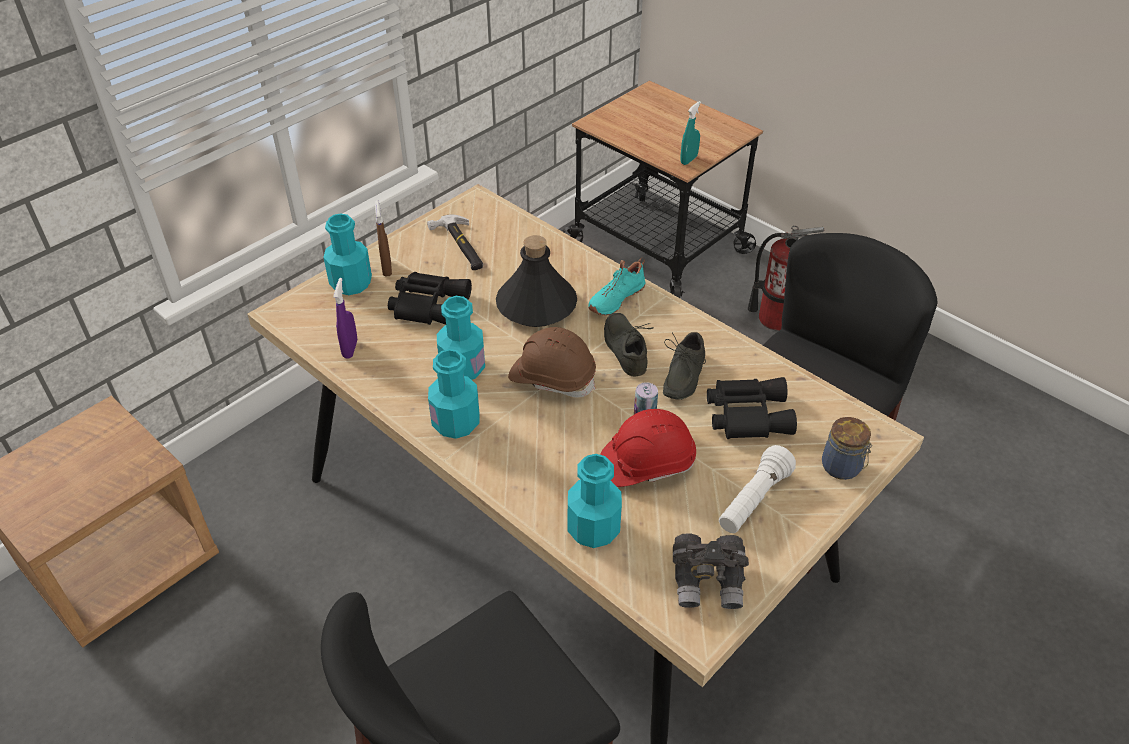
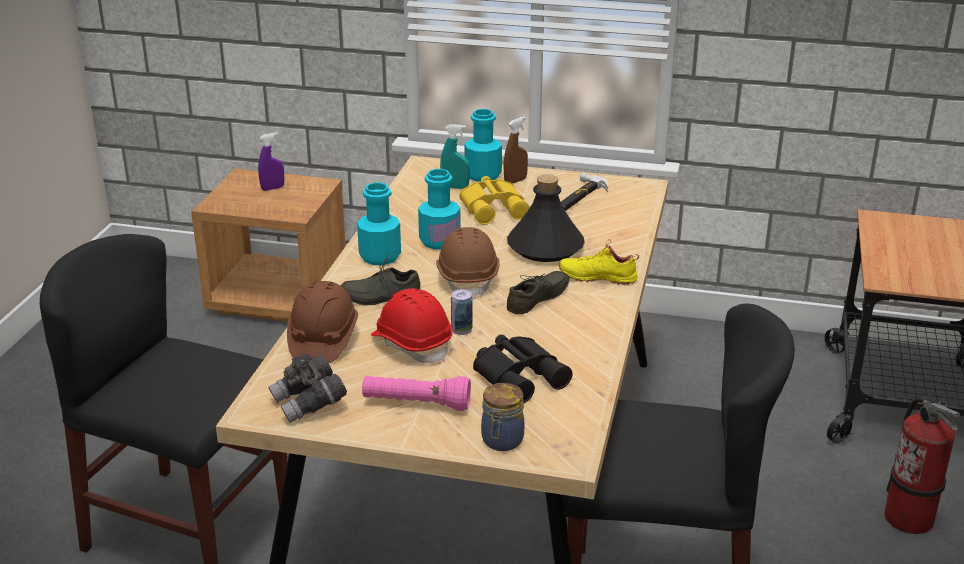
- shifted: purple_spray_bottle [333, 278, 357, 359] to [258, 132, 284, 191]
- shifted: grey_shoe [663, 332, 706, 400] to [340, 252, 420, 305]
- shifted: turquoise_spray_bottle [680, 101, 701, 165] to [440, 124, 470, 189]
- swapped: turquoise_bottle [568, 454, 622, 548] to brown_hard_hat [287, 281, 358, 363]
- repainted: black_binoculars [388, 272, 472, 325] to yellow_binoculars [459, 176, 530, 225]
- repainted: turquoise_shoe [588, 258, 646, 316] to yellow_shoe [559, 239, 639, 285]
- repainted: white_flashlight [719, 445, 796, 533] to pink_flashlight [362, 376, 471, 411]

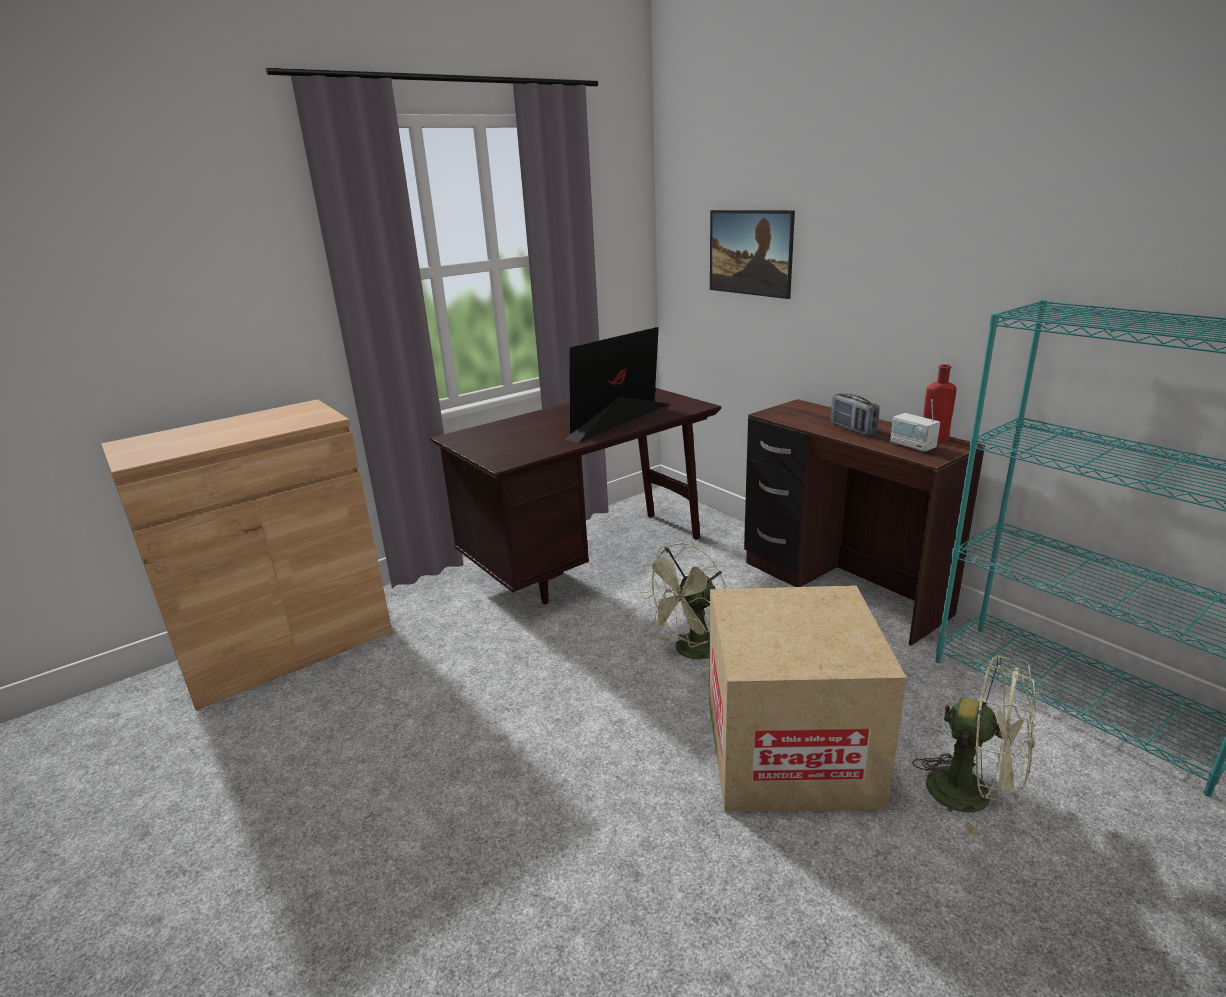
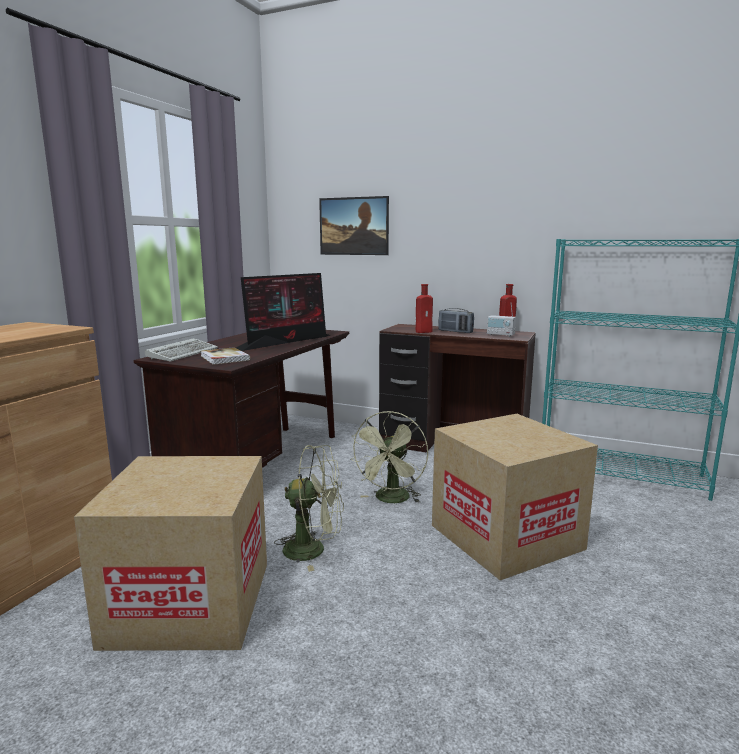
- new: cardboard_box [74, 456, 267, 651]
- new: keyboard [145, 338, 218, 362]
- new: book [201, 347, 250, 365]
- new: red_bottle [416, 284, 433, 333]
- shifted: green_fan [912, 655, 1036, 836] to [274, 445, 344, 572]
- rotated: monitor [564, 327, 669, 443] = [236, 273, 330, 351] 150 degrees counterclockwise

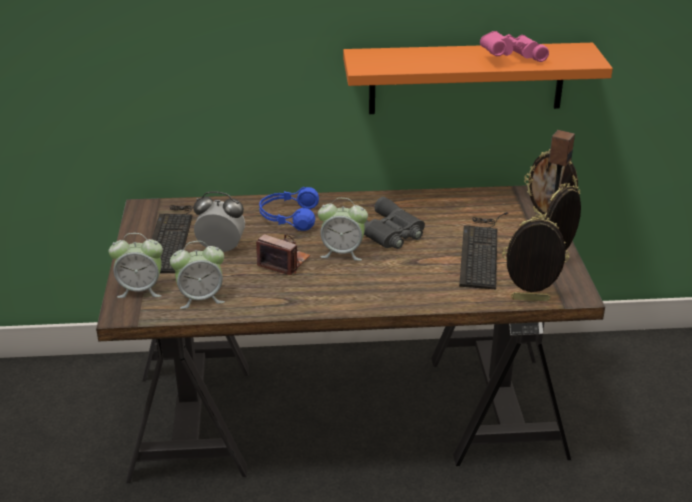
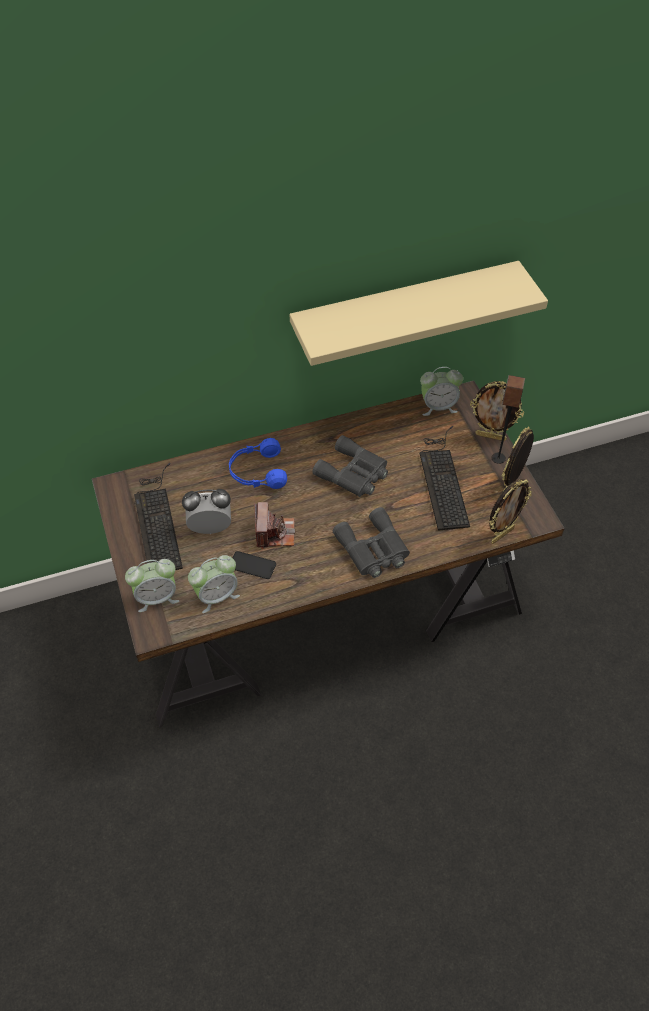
- gone: pink_binoculars [480, 31, 549, 62]
- new: phone [233, 551, 276, 579]
- new: grey_binoculars [333, 507, 410, 578]
- shifted: alarm_clock [318, 198, 368, 261] to [420, 367, 463, 416]
- repainted: orange_shelf [343, 43, 613, 114] to beige_shelf [290, 261, 548, 366]
- rotated: photo_camera [256, 234, 310, 275] = [254, 502, 295, 549] 75 degrees clockwise
- rotated: picture_frame [502, 215, 569, 302] = [489, 479, 532, 544] 150 degrees clockwise

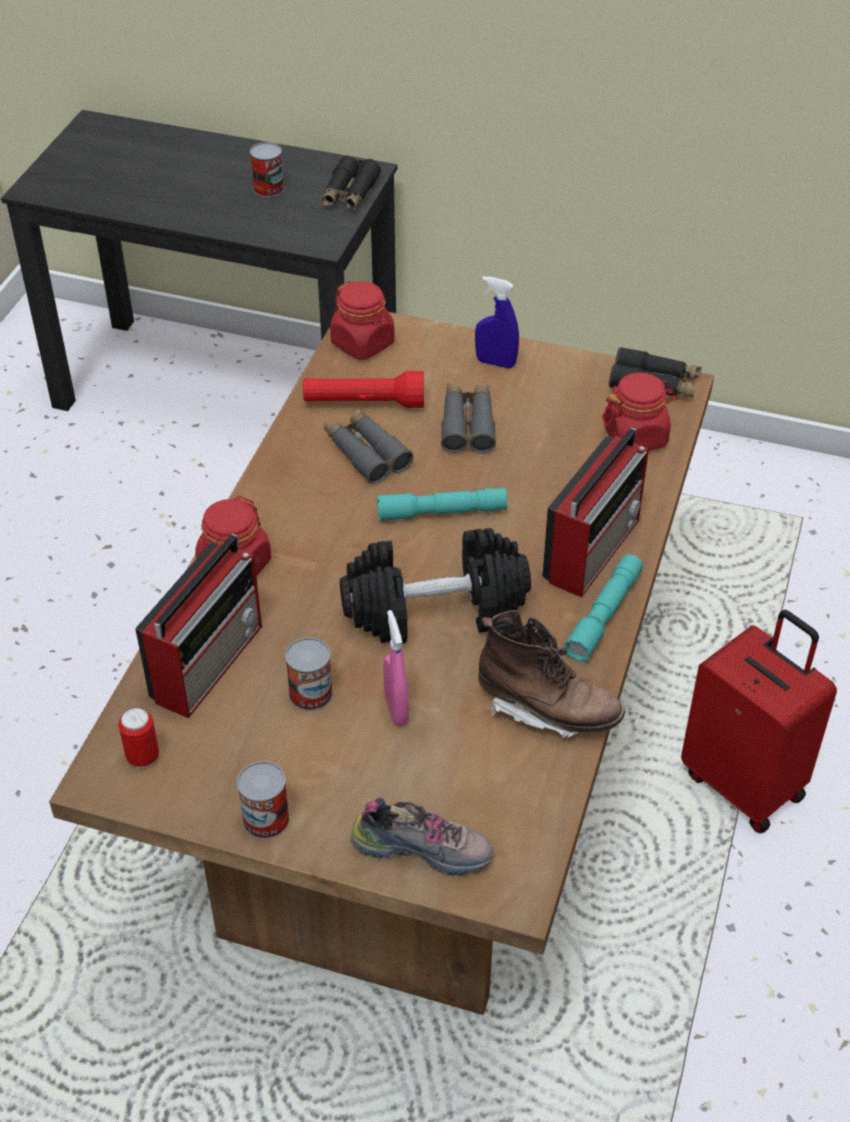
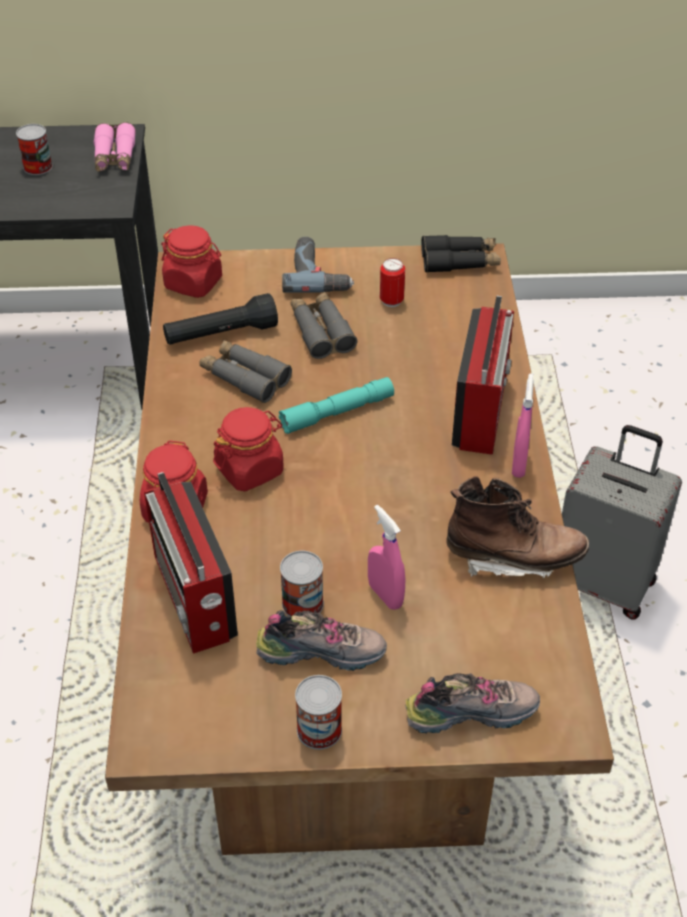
- gone: black_dumbbell [340, 528, 531, 643]
- new: shoe [256, 610, 387, 671]
- shifted: can [118, 707, 159, 768] to [380, 258, 405, 307]
- shifted: red_jar [602, 372, 677, 451] to [213, 407, 284, 492]
- swapped: blue_spray_bottle [475, 276, 519, 368] to power_drill [282, 237, 354, 293]
- swapped: turquoise_flashlight [564, 554, 643, 662] to pink_spray_bottle [512, 373, 534, 478]
- repainted: red_flashlight [303, 371, 424, 408] to black_flashlight [163, 293, 278, 345]
- repainted: black_binoculars [321, 155, 381, 211] to pink_binoculars [94, 122, 136, 172]
- repainted: red_suitcase [681, 610, 837, 833] to grey_suitcase [562, 425, 682, 620]
- rotated: radio [135, 533, 262, 718] = [144, 472, 238, 654] 150 degrees clockwise

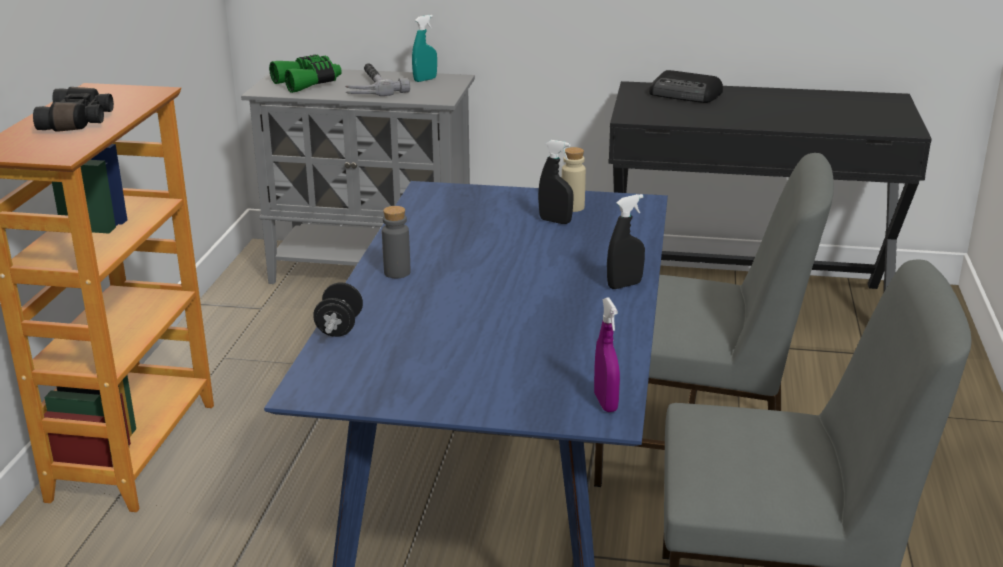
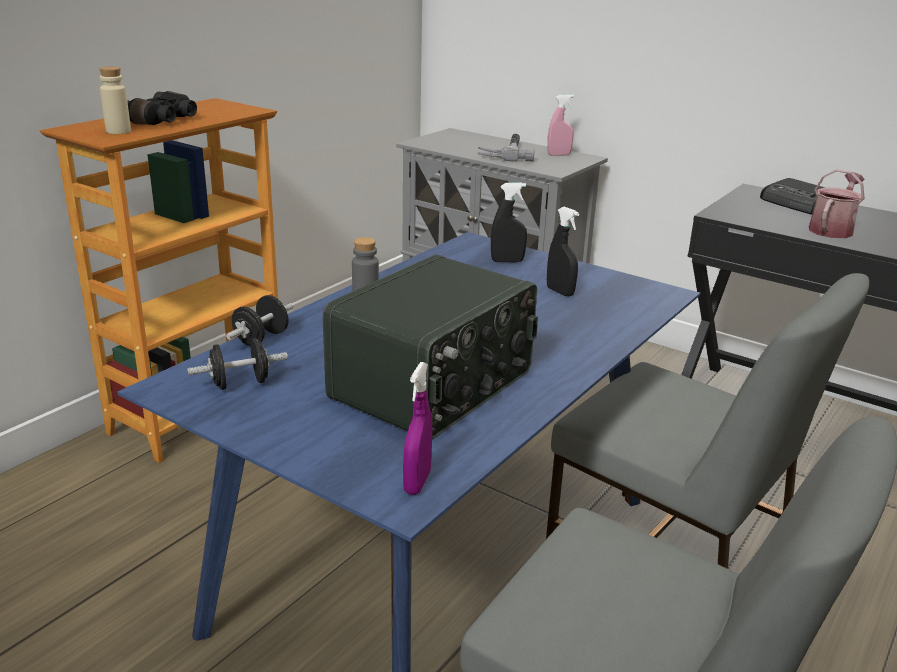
- gone: green_binoculars [269, 55, 342, 93]
- new: black_dumbbell [187, 338, 288, 390]
- new: radio [323, 254, 538, 439]
- new: watering_can [809, 169, 865, 238]
- shifted: beige_bottle [562, 147, 586, 212] to [99, 67, 131, 134]
- shifted: black_spray_bottle [607, 194, 645, 289] to [491, 183, 527, 263]
- repainted: turquoise_spray_bottle [412, 15, 437, 82] to pink_spray_bottle [547, 94, 574, 156]

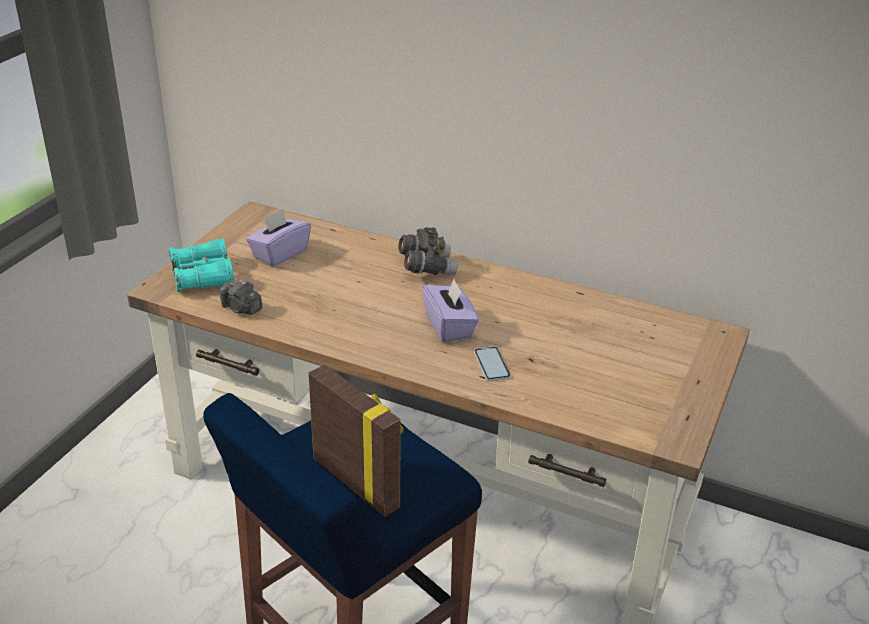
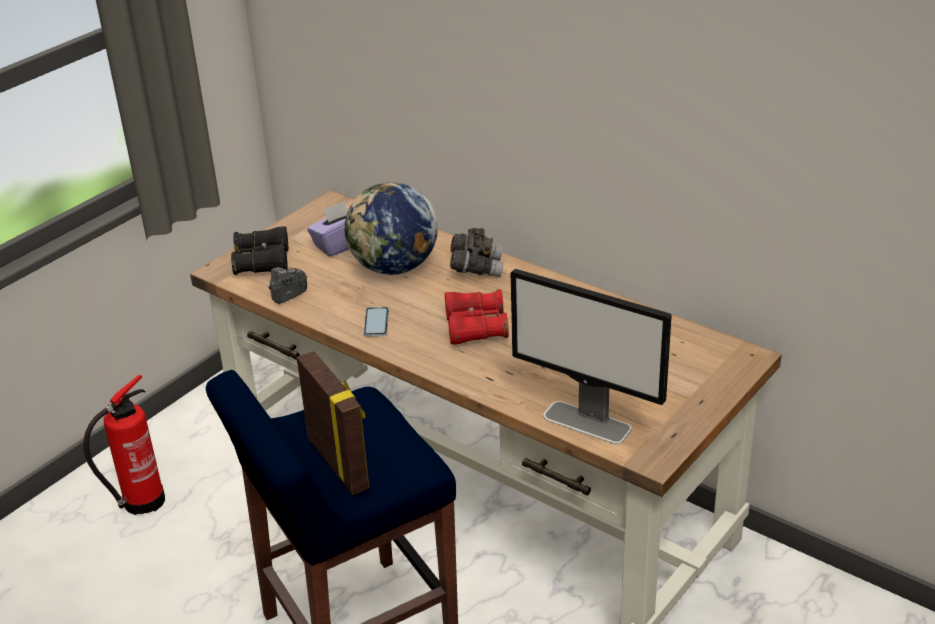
- new: fire_extinguisher [83, 374, 165, 515]
- new: globe [344, 182, 438, 275]
- new: monitor [511, 269, 672, 444]
- shifted: phone [474, 346, 511, 381] to [363, 307, 389, 337]
- swapped: purple_tissue_box [422, 279, 479, 342] to red_binoculars [445, 289, 509, 345]
- repainted: turquoise_binoculars [169, 239, 234, 292] to black_binoculars [231, 226, 288, 275]
- rotated: photo_camera [219, 280, 262, 315] = [269, 267, 307, 304] 90 degrees clockwise

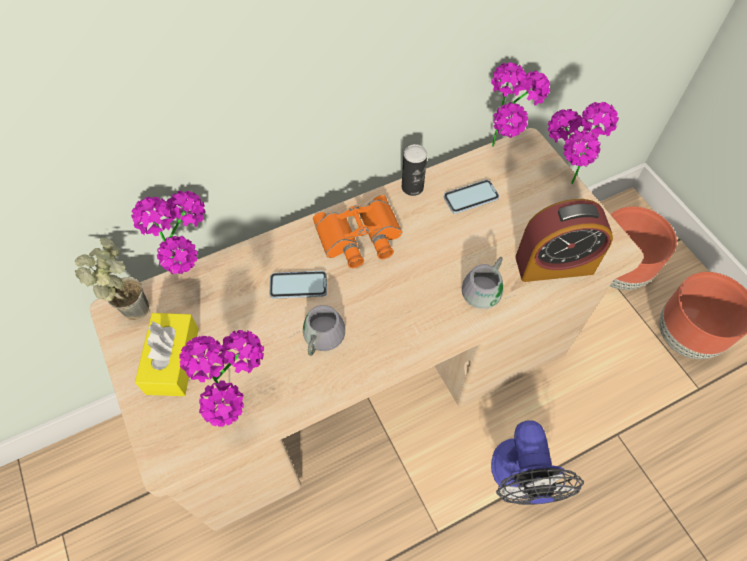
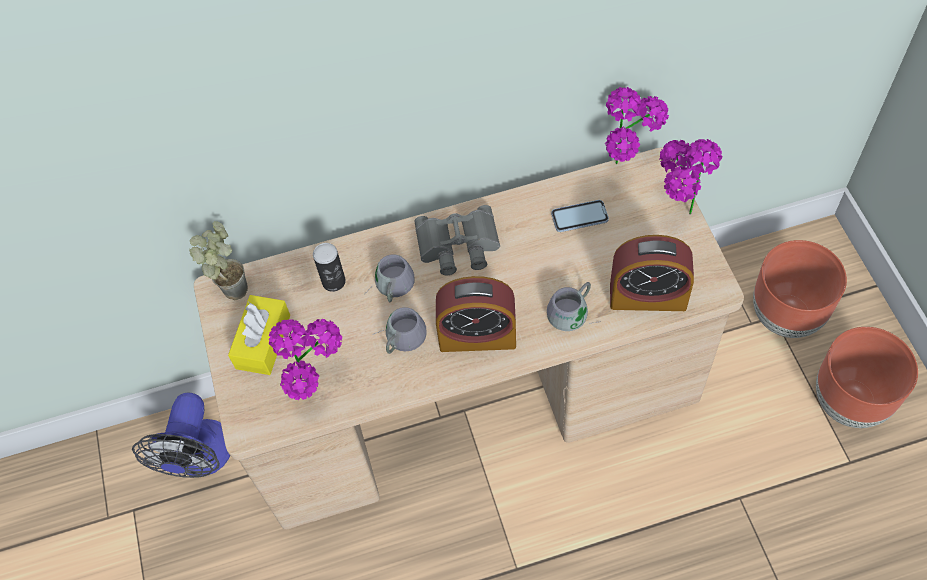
- gone: potted_plant [131, 191, 205, 274]
- new: alarm_clock [436, 276, 516, 352]
- shifted: can [402, 144, 427, 196] to [313, 243, 346, 292]
- shifted: fan [491, 420, 584, 505] to [132, 392, 230, 478]
- swapped: phone [269, 271, 327, 299] to grey_mug [364, 254, 414, 302]
- repainted: orange_binoculars [313, 195, 402, 268] to grey_binoculars [414, 205, 500, 275]

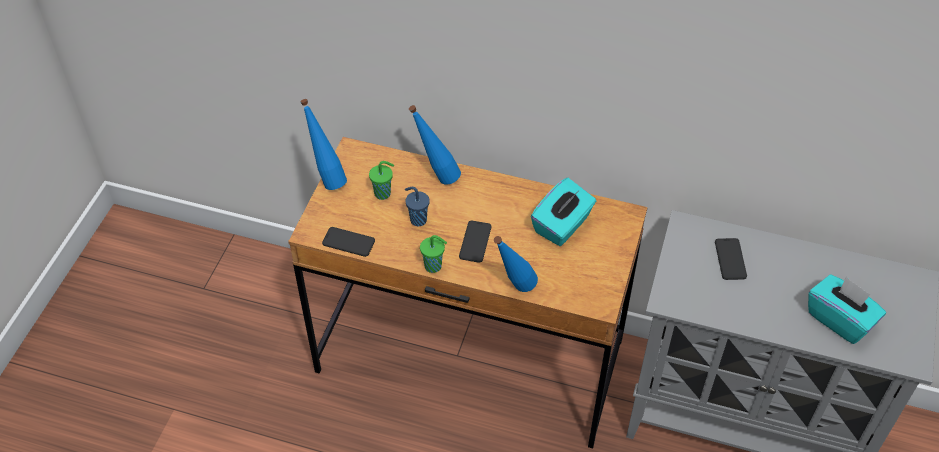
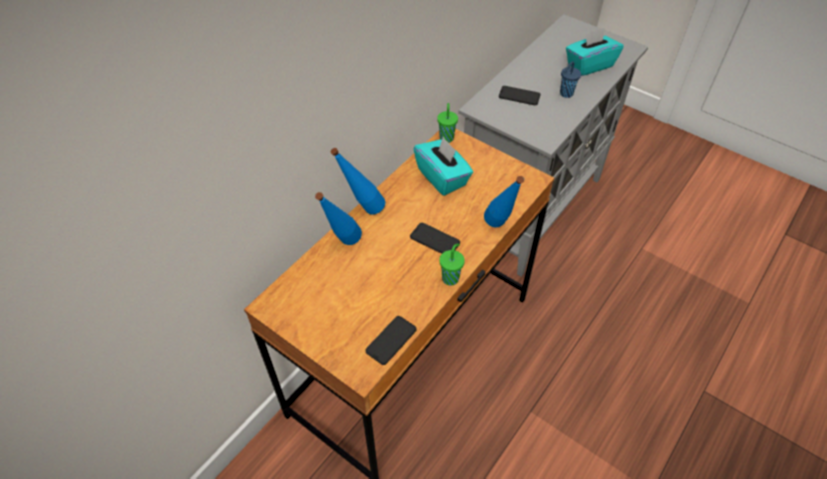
- shifted: blue_bottle [300, 99, 347, 190] to [331, 148, 385, 215]
- shifted: green_cup [369, 161, 394, 200] to [437, 103, 458, 143]
- shifted: blue_cup [405, 187, 430, 227] to [560, 61, 581, 98]

